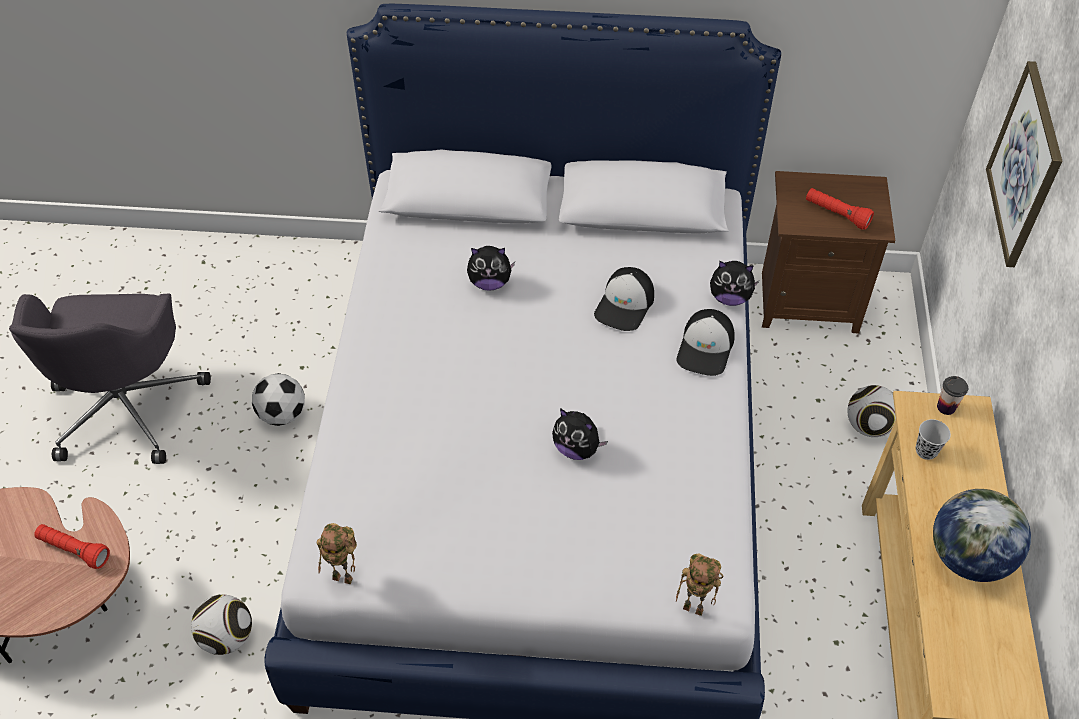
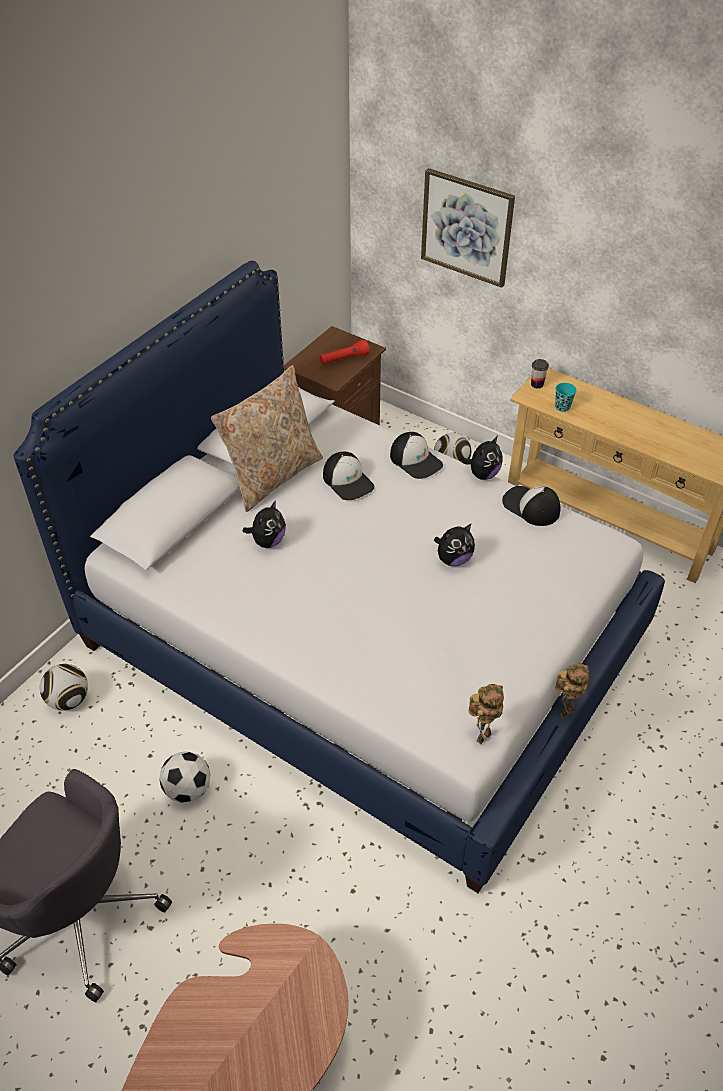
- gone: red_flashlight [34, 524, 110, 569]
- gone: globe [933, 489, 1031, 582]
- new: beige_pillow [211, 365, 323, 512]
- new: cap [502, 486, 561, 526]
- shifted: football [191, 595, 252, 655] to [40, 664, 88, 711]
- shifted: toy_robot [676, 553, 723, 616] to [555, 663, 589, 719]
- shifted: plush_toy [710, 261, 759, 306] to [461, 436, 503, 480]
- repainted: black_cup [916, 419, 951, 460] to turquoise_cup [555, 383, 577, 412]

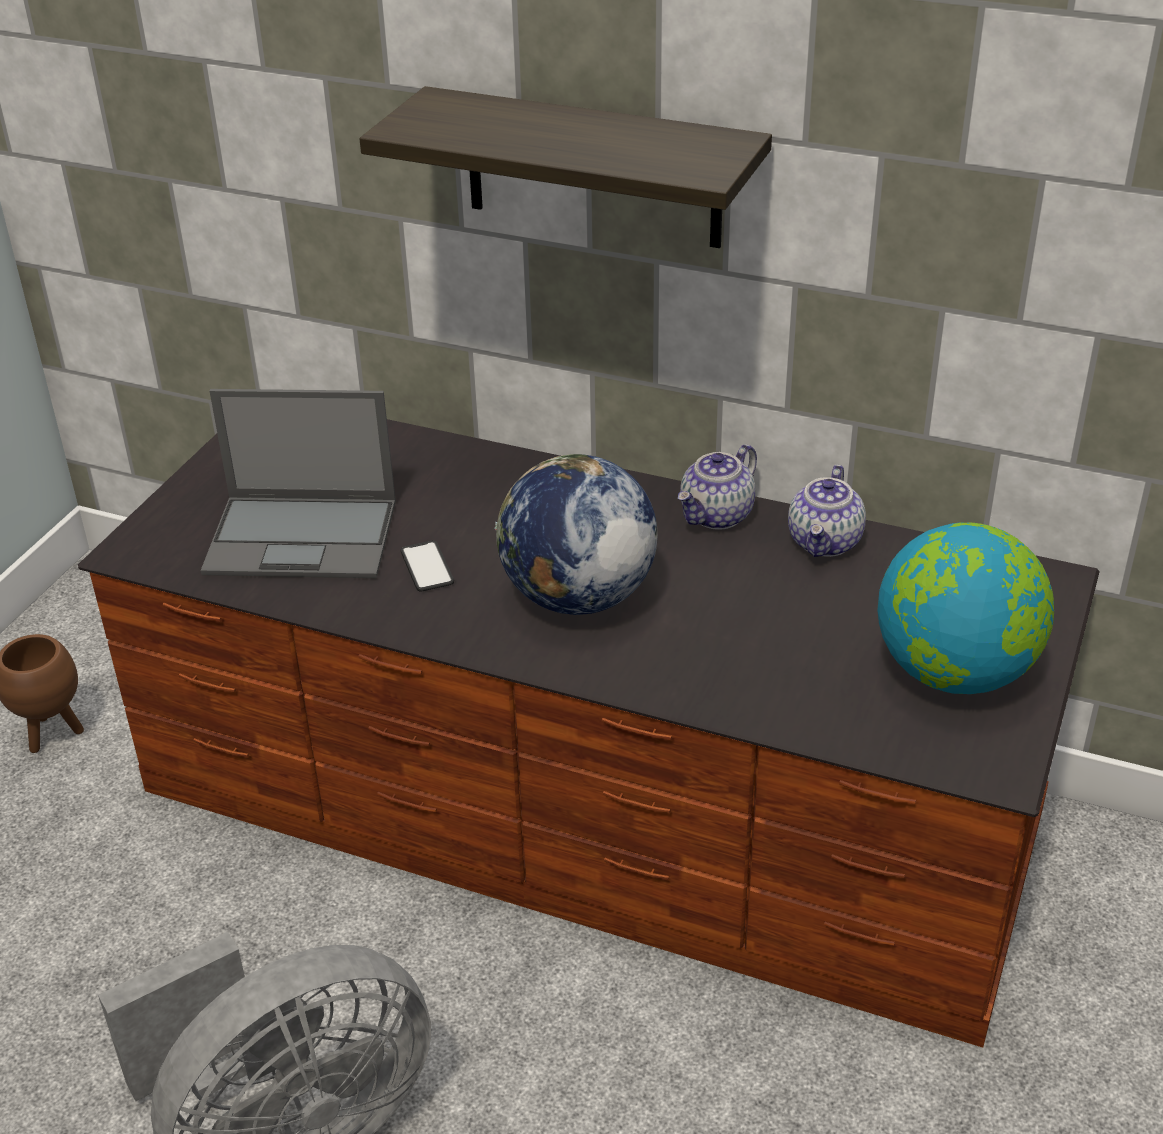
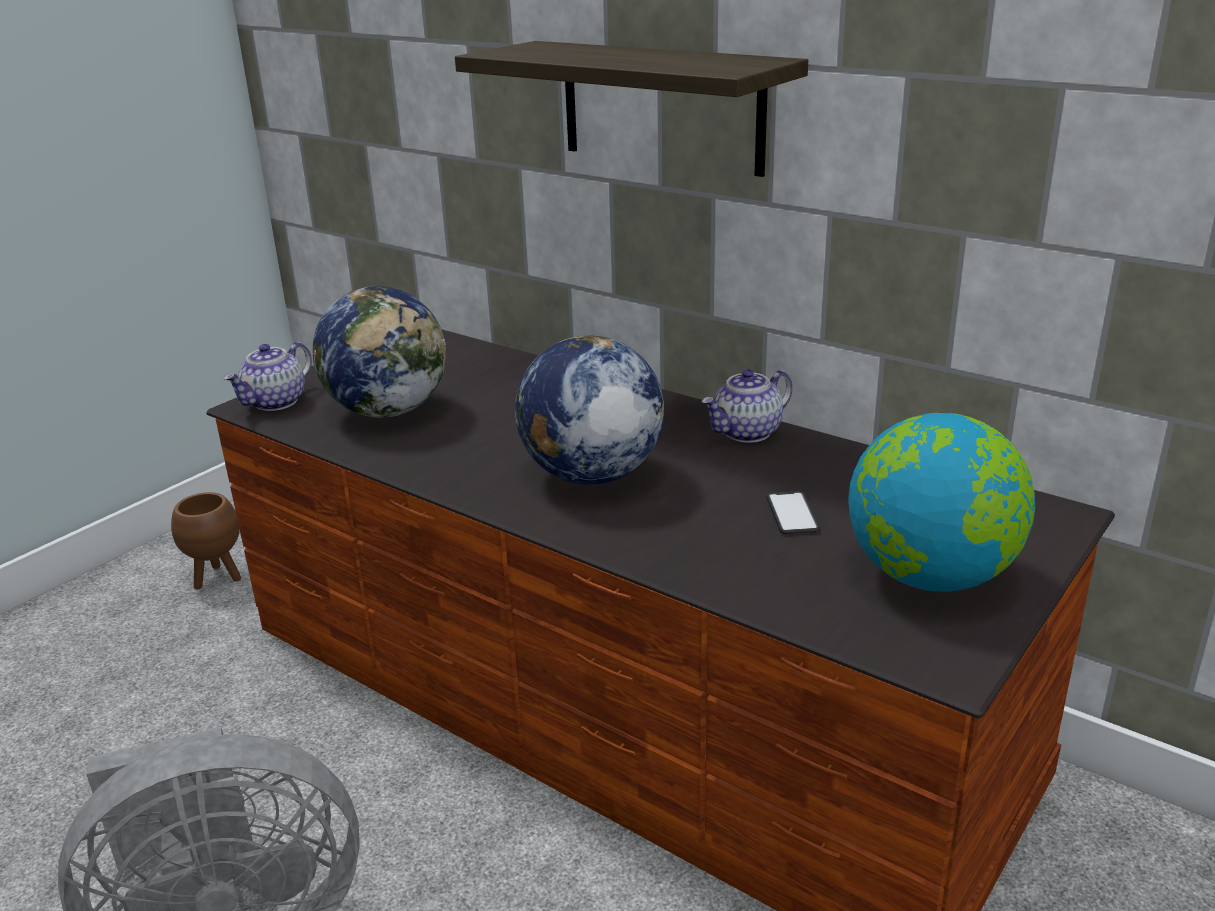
- shifted: phone [401, 540, 454, 592] to [767, 491, 820, 534]
- shifted: teapot [788, 465, 866, 557] to [223, 342, 312, 411]
- swapped: laptop [200, 389, 396, 578] to globe [312, 286, 446, 418]

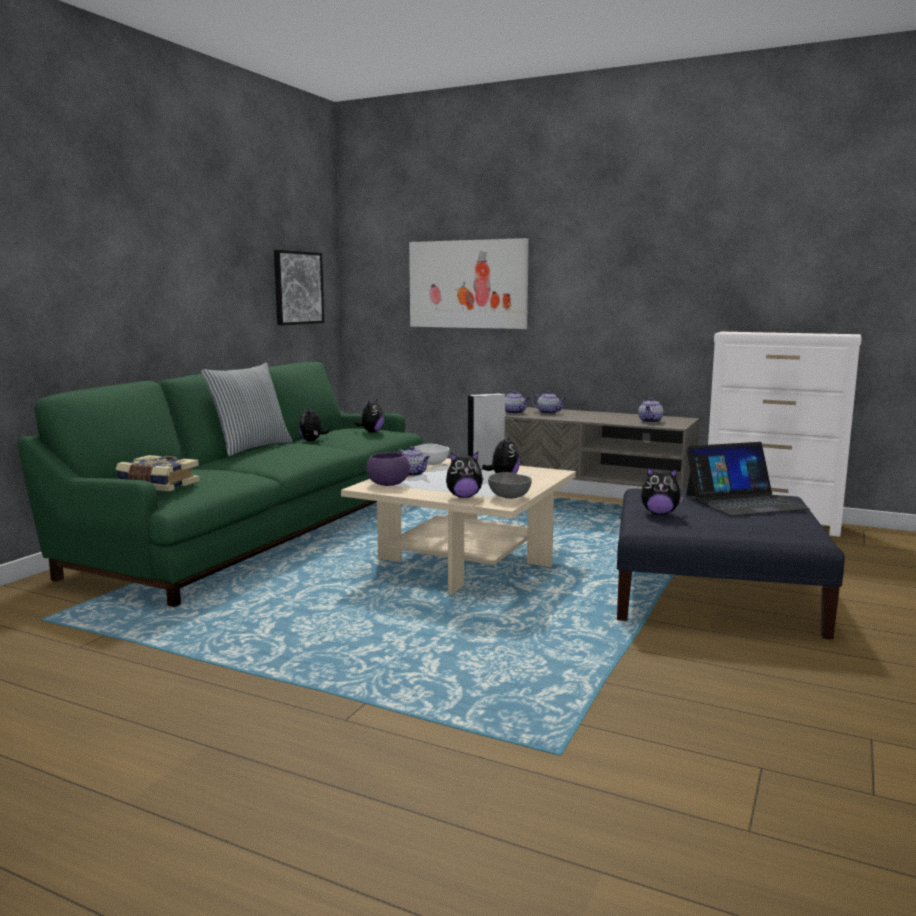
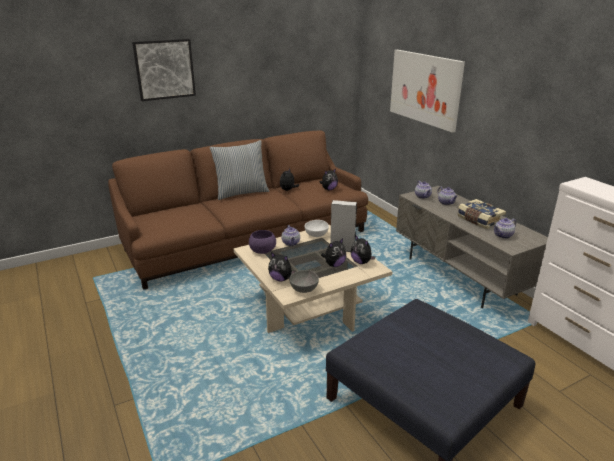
- gone: laptop [686, 442, 810, 516]
- shifted: book [116, 455, 200, 491] to [457, 199, 506, 229]
- shifted: picture [274, 250, 324, 325] to [132, 39, 196, 101]
- shifted: plush_toy [641, 466, 683, 515] to [350, 235, 375, 264]
- repainted: green_sofa [17, 362, 423, 607] to brown_sofa [108, 130, 368, 290]

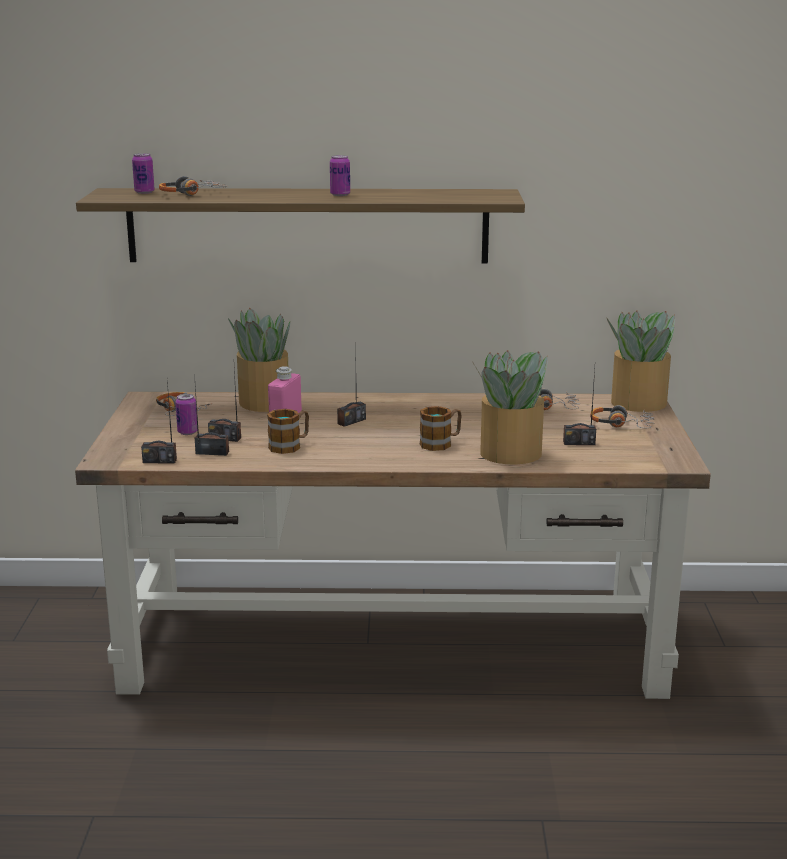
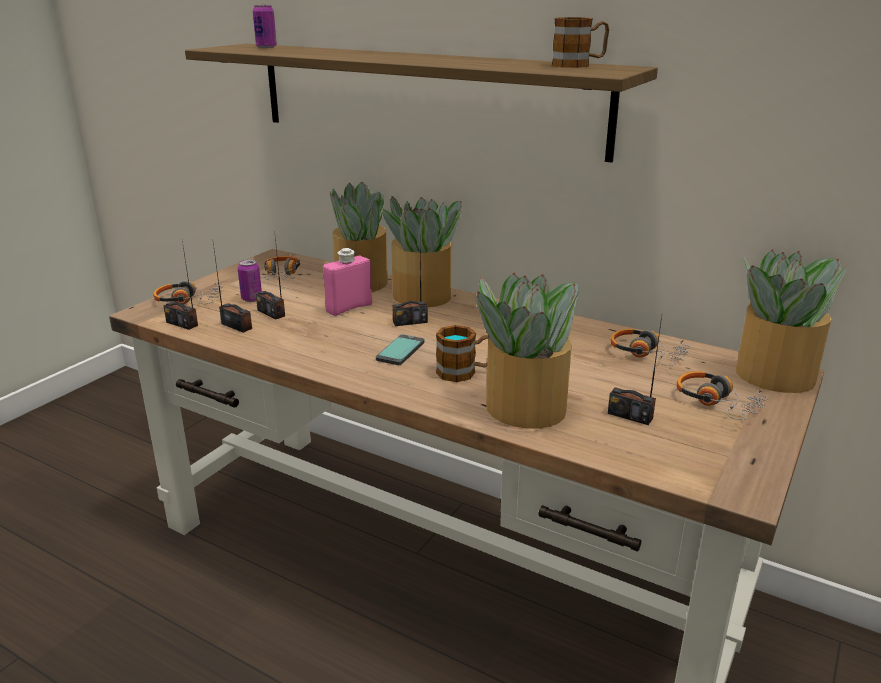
- gone: can [330, 155, 350, 196]
- new: phone [376, 334, 425, 365]
- new: potted_plant [382, 196, 462, 307]
- shifted: headphones [159, 176, 228, 196] to [154, 281, 223, 304]
- shifted: mug [267, 409, 309, 454] to [552, 17, 609, 68]

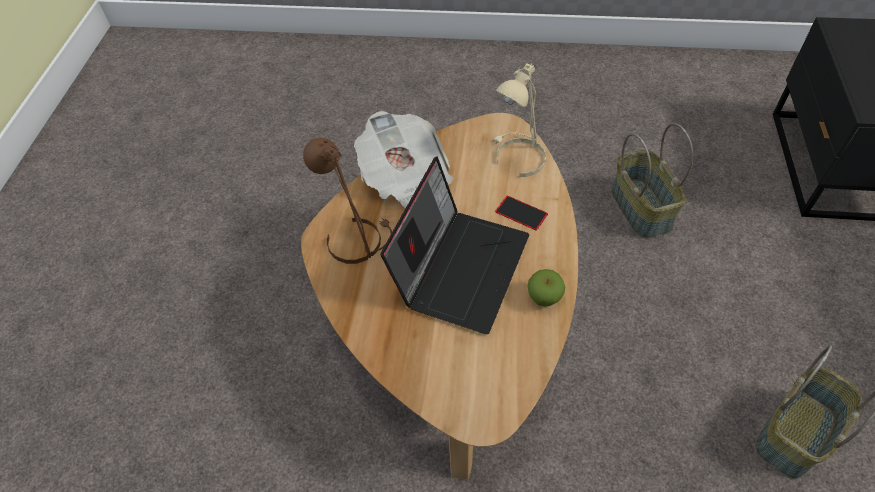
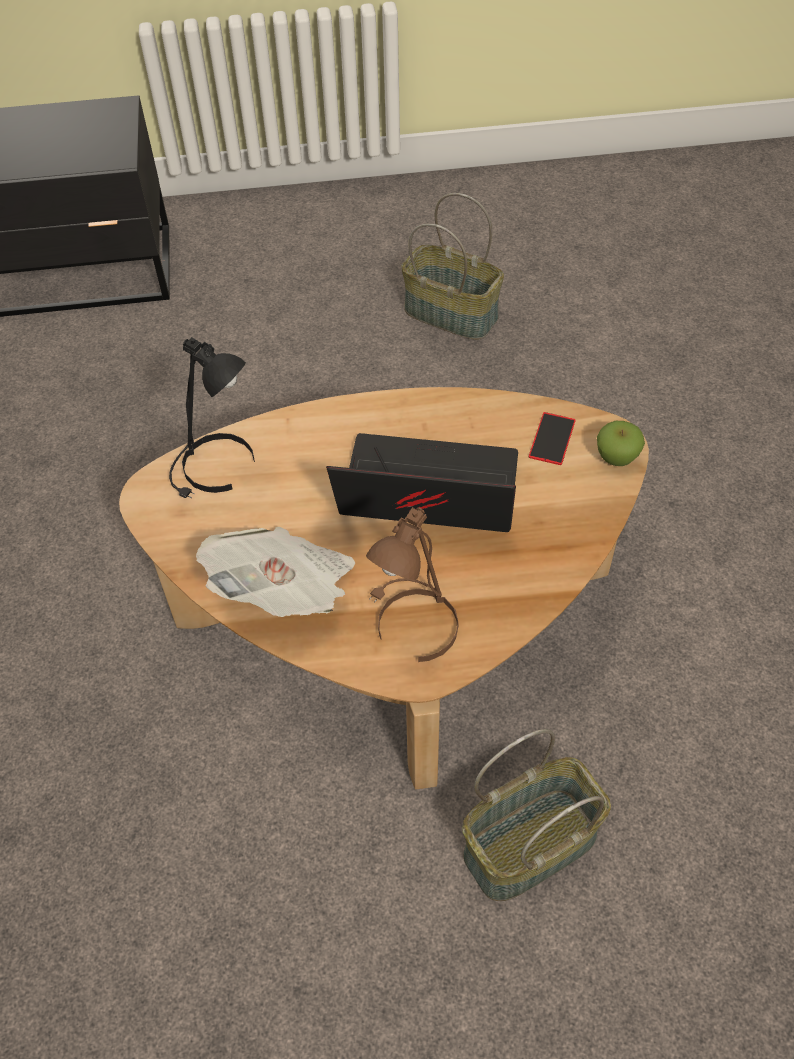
- shifted: phone [495, 196, 548, 231] to [529, 412, 576, 465]
- shifted: apple [528, 269, 565, 306] to [597, 421, 645, 466]
- shifted: basket [611, 123, 693, 239] to [462, 729, 611, 901]
- repainted: beige_table_lamp [494, 63, 546, 177] to black_table_lamp [169, 337, 255, 498]

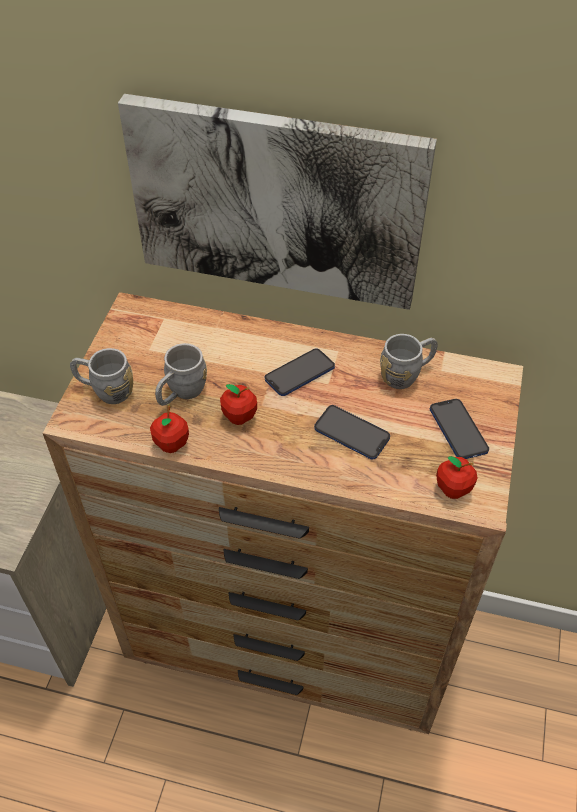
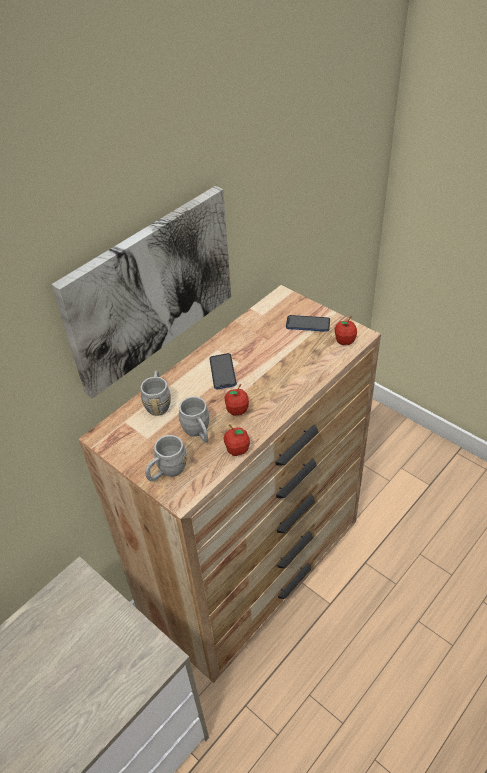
- gone: phone [314, 405, 390, 460]
- shifted: grey_mug [380, 334, 438, 389] to [141, 371, 171, 416]

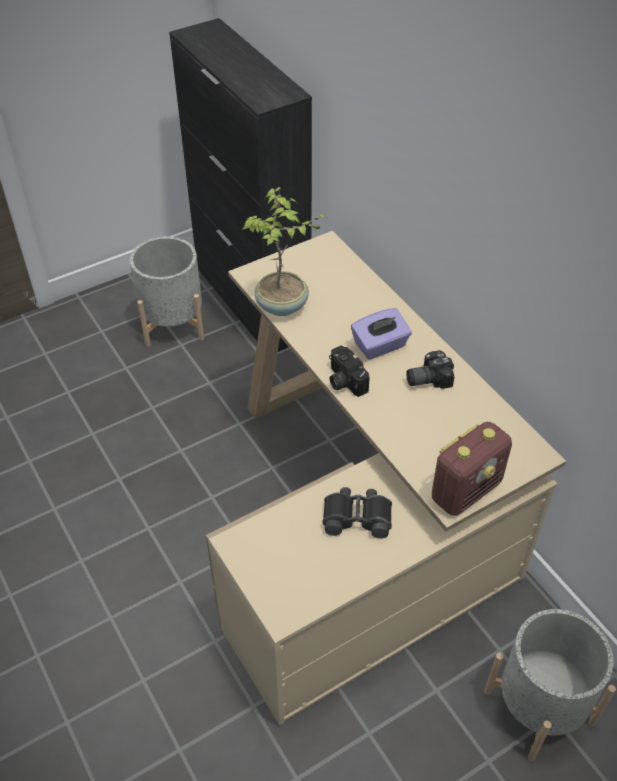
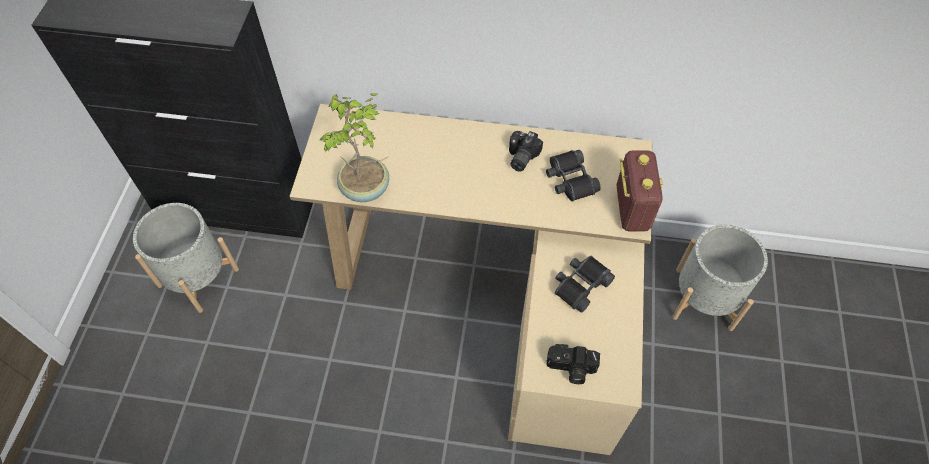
- gone: purple_tissue_box [351, 308, 412, 359]
- new: black_binoculars [546, 150, 601, 201]
- shifted: photo_camera [329, 346, 370, 397] to [546, 344, 600, 384]

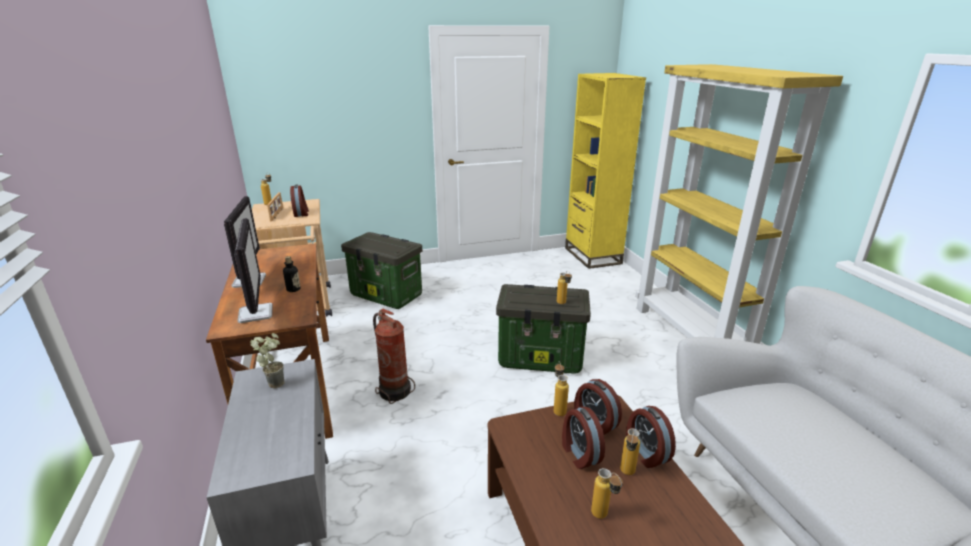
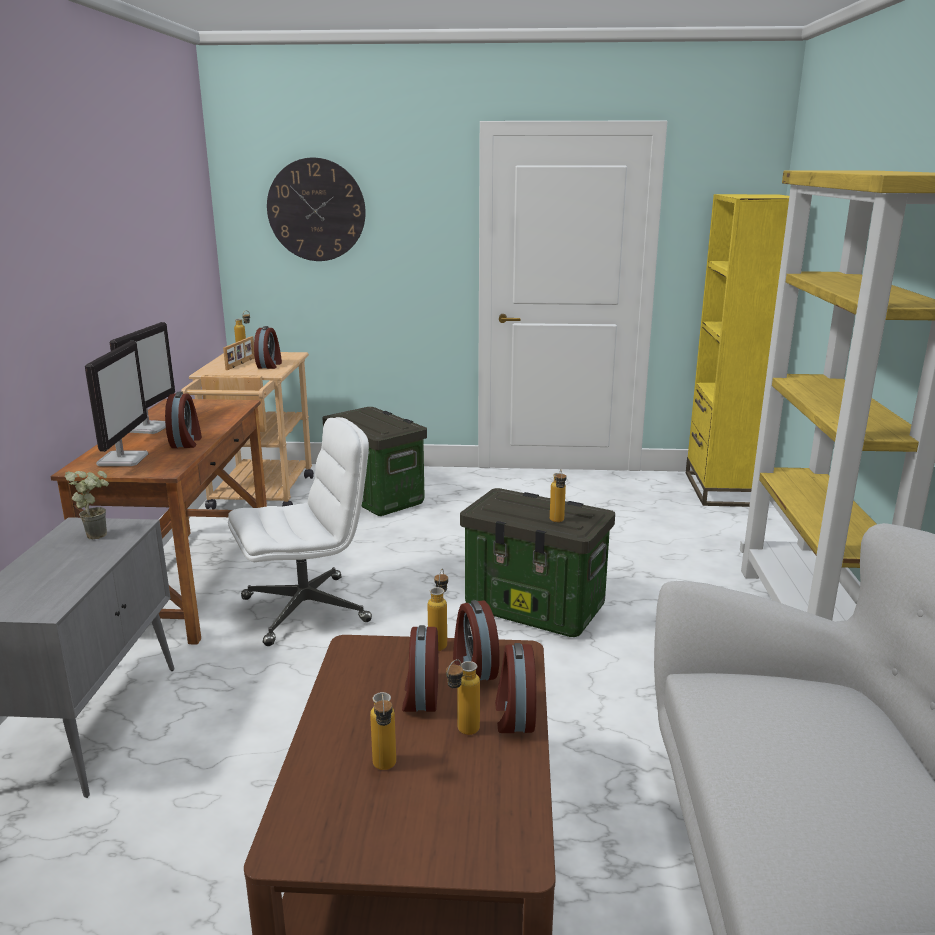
- new: wall_clock [267, 158, 366, 261]
- swapped: bottle [283, 256, 301, 292] to alarm_clock [165, 392, 202, 448]
- swapped: fire_extinguisher [373, 309, 415, 404] to white_office_chair [228, 417, 372, 646]

